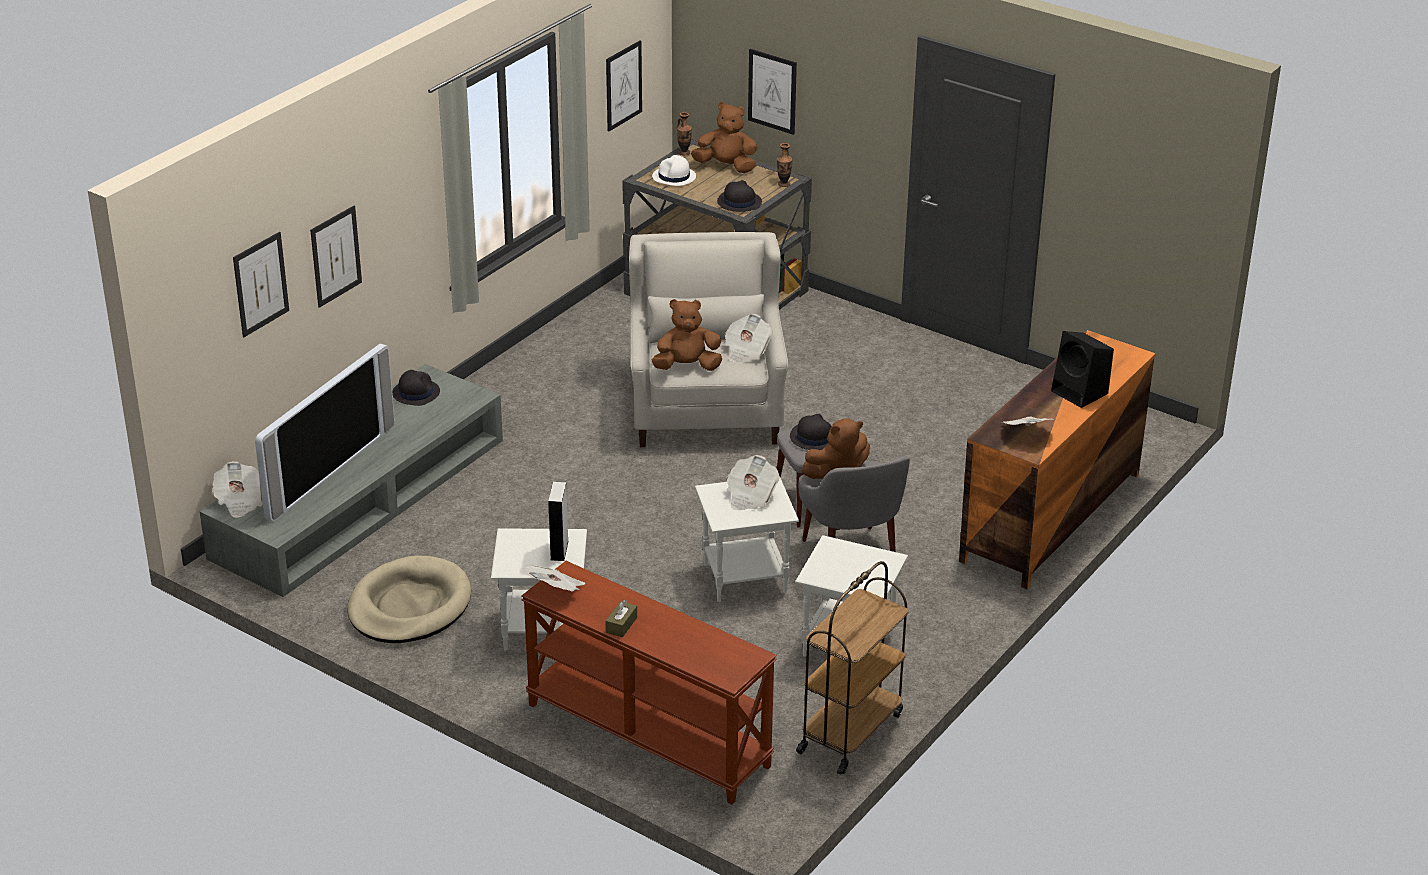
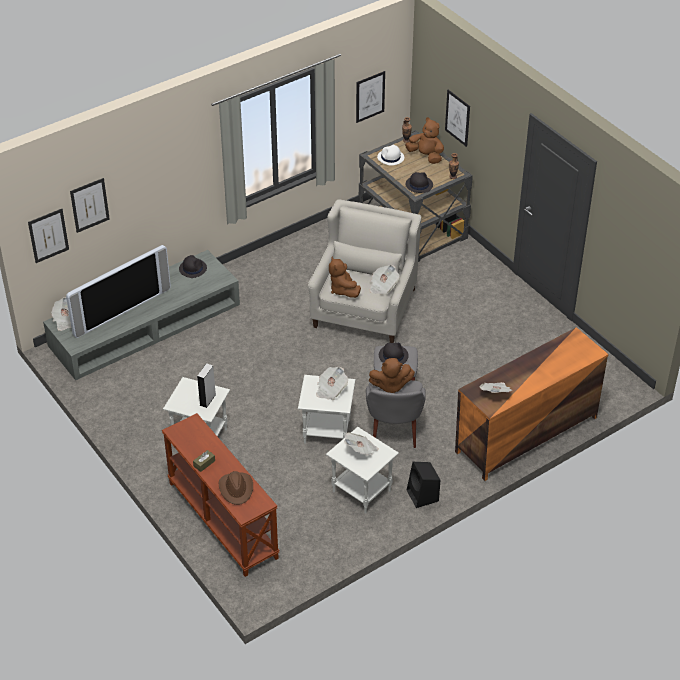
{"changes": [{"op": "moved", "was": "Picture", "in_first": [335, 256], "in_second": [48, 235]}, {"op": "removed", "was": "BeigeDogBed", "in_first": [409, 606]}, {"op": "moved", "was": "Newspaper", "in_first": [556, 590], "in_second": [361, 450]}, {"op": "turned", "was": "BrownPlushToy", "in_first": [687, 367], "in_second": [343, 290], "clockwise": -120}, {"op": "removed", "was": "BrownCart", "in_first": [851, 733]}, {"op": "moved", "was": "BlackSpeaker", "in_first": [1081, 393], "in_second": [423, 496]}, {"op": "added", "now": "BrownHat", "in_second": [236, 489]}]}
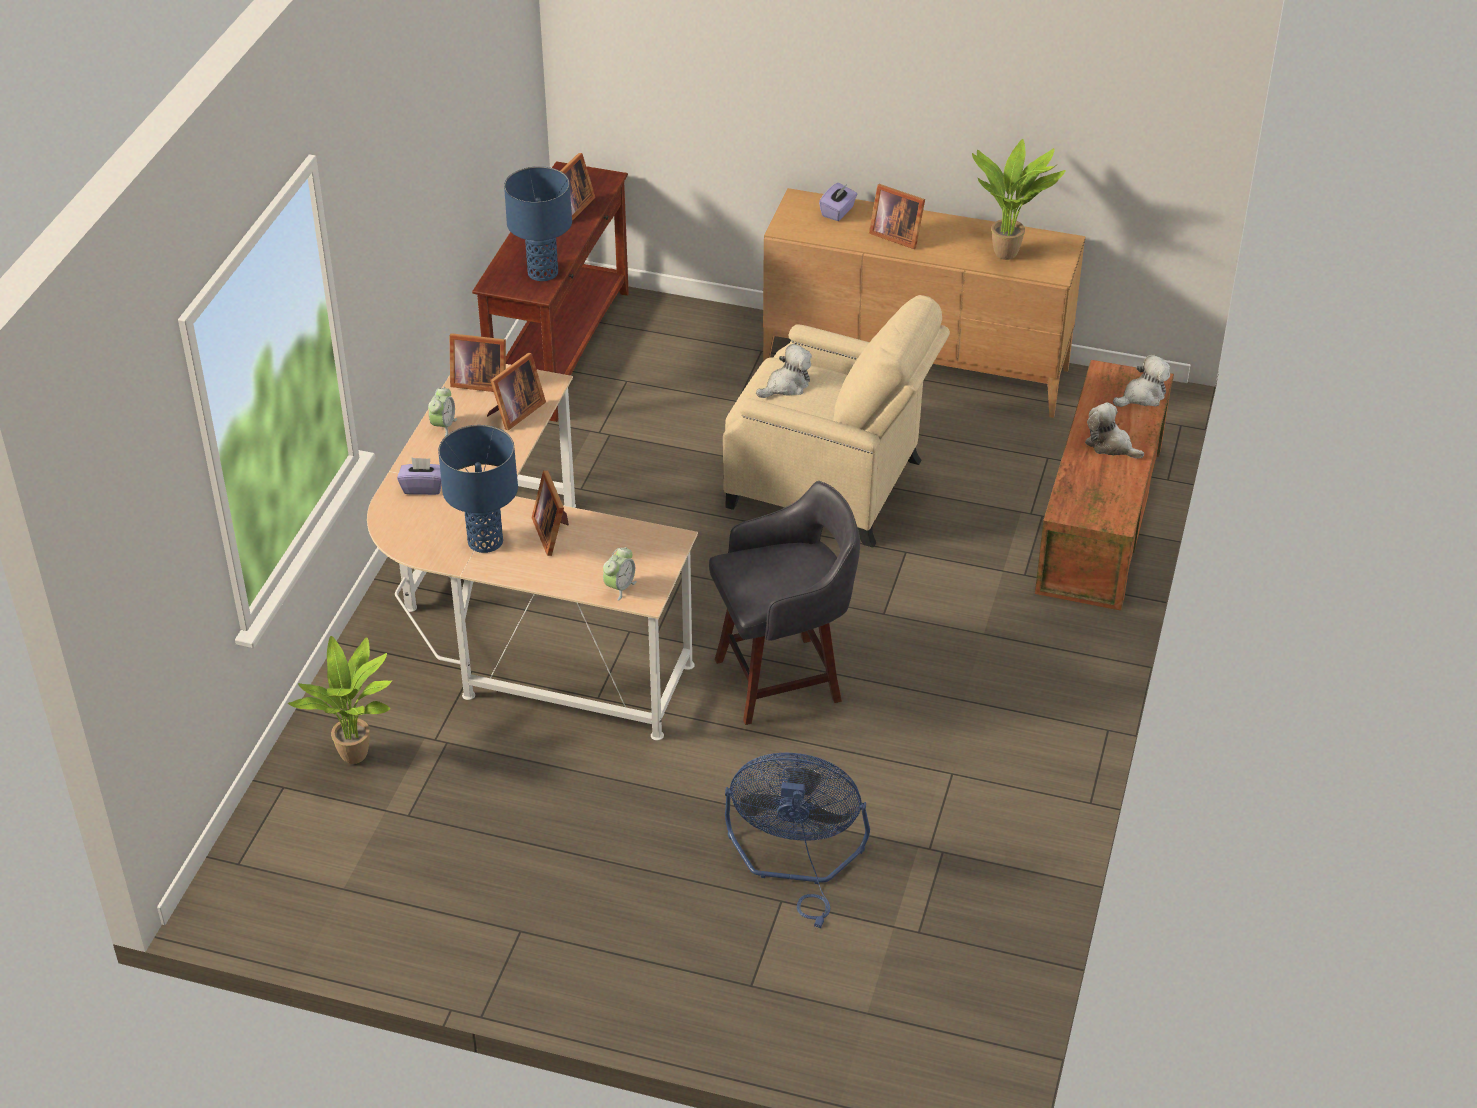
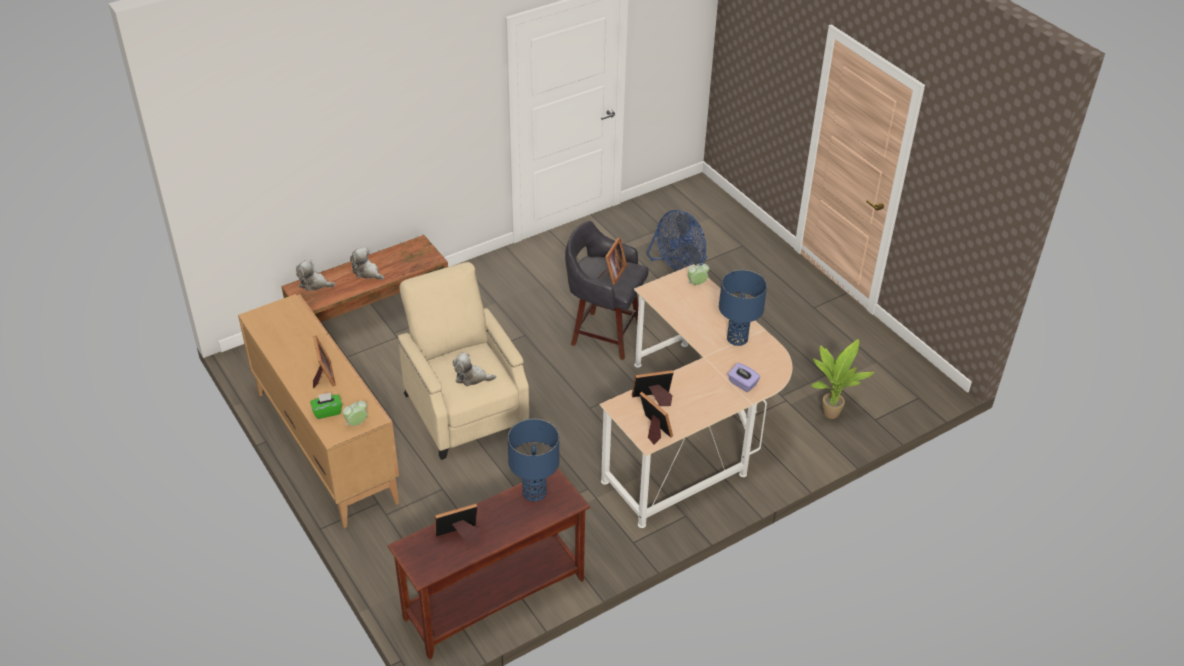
{"changes": [{"op": "moved", "was": "AlarmClock", "in_first": [443, 426], "in_second": [356, 423]}, {"op": "moved", "was": "PictureFrame", "in_first": [553, 532], "in_second": [612, 274]}, {"op": "recoloured", "was": "PurpleTissueBox", "now": "GreenTissueBox", "in_first": [838, 212], "in_second": [327, 411]}, {"op": "removed", "was": "PottedPlant", "in_first": [1009, 253]}, {"op": "turned", "was": "PlushToy", "in_first": [1110, 445], "in_second": [367, 272], "clockwise": 135}]}
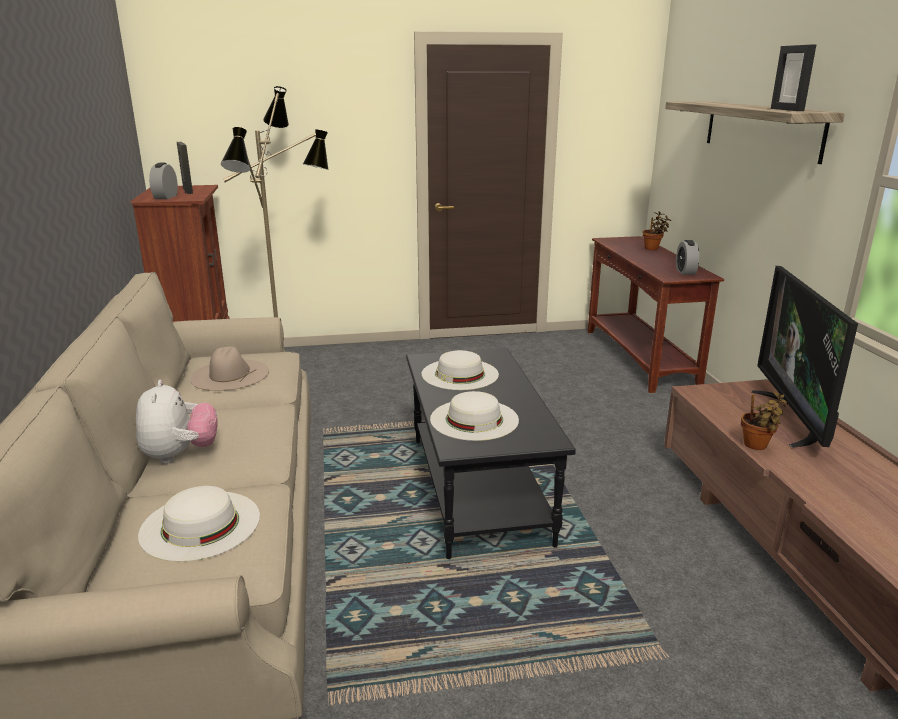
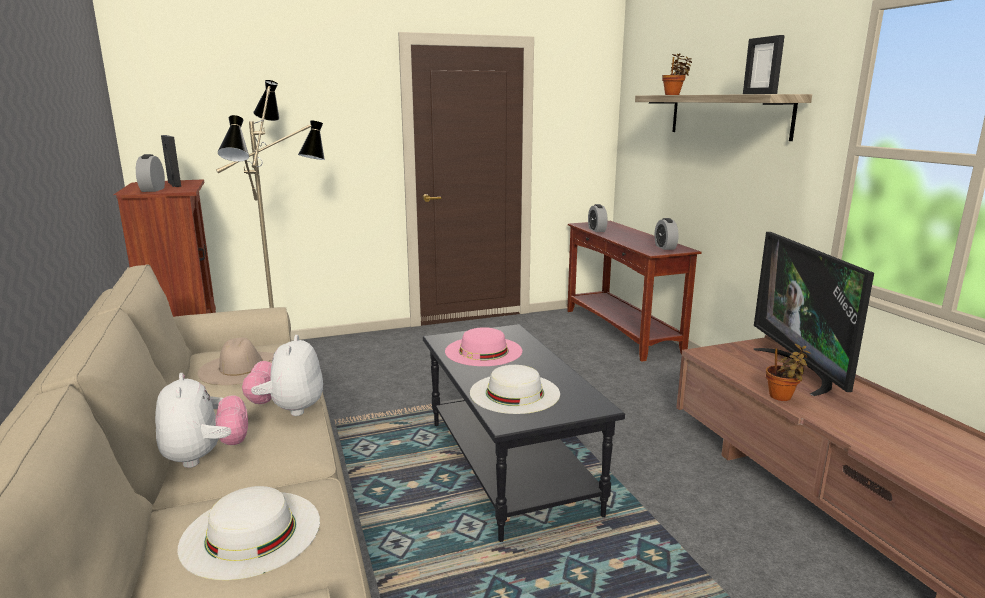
{"changes": [{"op": "recoloured", "was": "WhiteHat", "now": "PinkHat", "in_first": [460, 374], "in_second": [483, 351]}, {"op": "moved", "was": "PottedPlant", "in_first": [653, 248], "in_second": [673, 94]}, {"op": "added", "now": "PlushToy", "in_second": [288, 409]}, {"op": "added", "now": "AlarmClock", "in_second": [597, 230]}]}
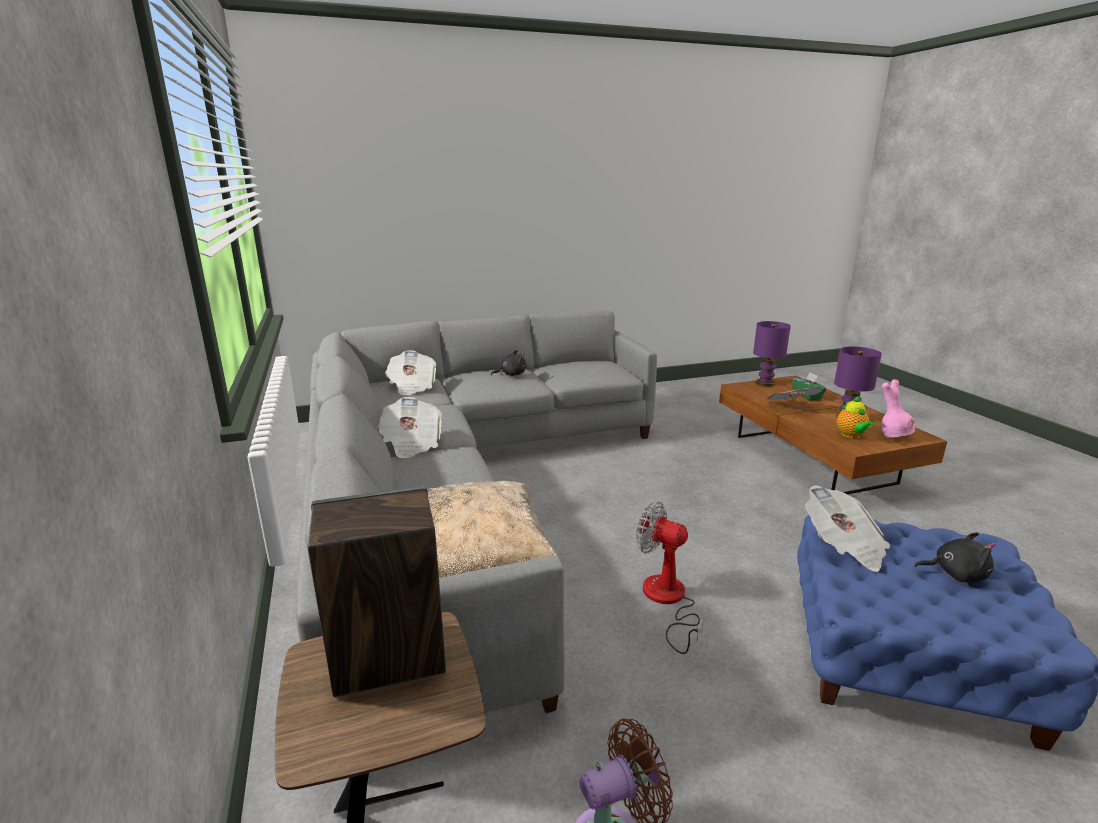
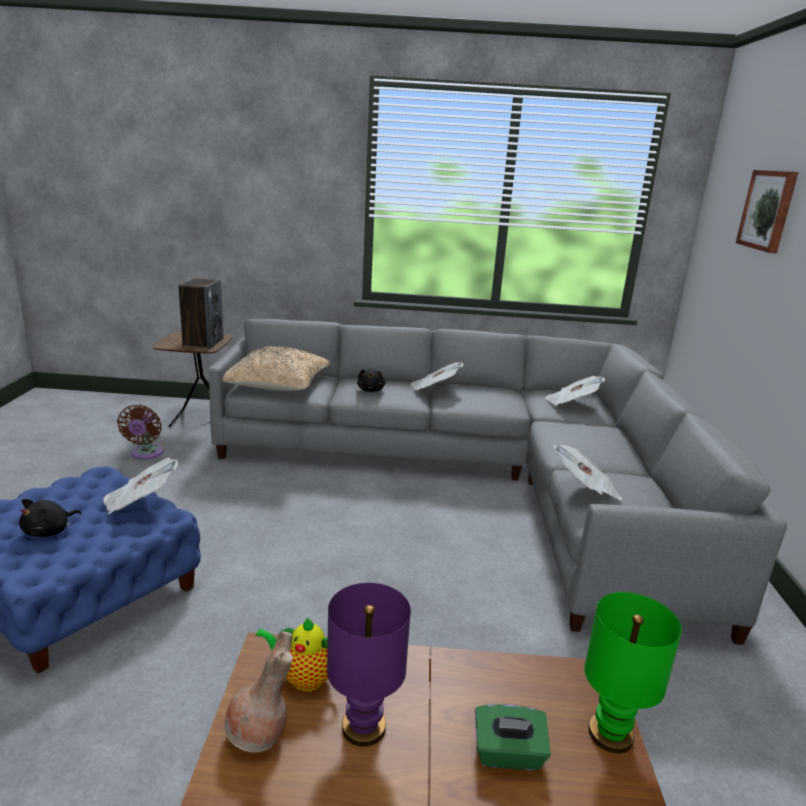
{"changes": [{"op": "moved", "was": "BlackPlushToy", "in_first": [511, 374], "in_second": [371, 390]}, {"op": "removed", "was": "Fan", "in_first": [667, 601]}, {"op": "recoloured", "was": "PurpleTableLamp", "now": "GreenTableLamp", "in_first": [765, 383], "in_second": [611, 734]}, {"op": "moved", "was": "Newspaper", "in_first": [791, 407], "in_second": [585, 489]}, {"op": "recoloured", "was": "PinkVase", "now": "BrownVase", "in_first": [894, 436], "in_second": [259, 735]}, {"op": "added", "now": "Picture", "in_second": [768, 210]}]}
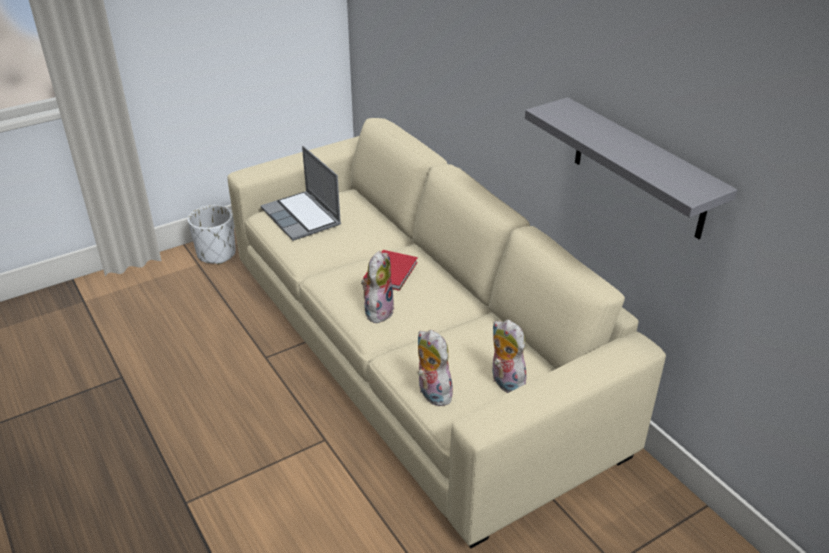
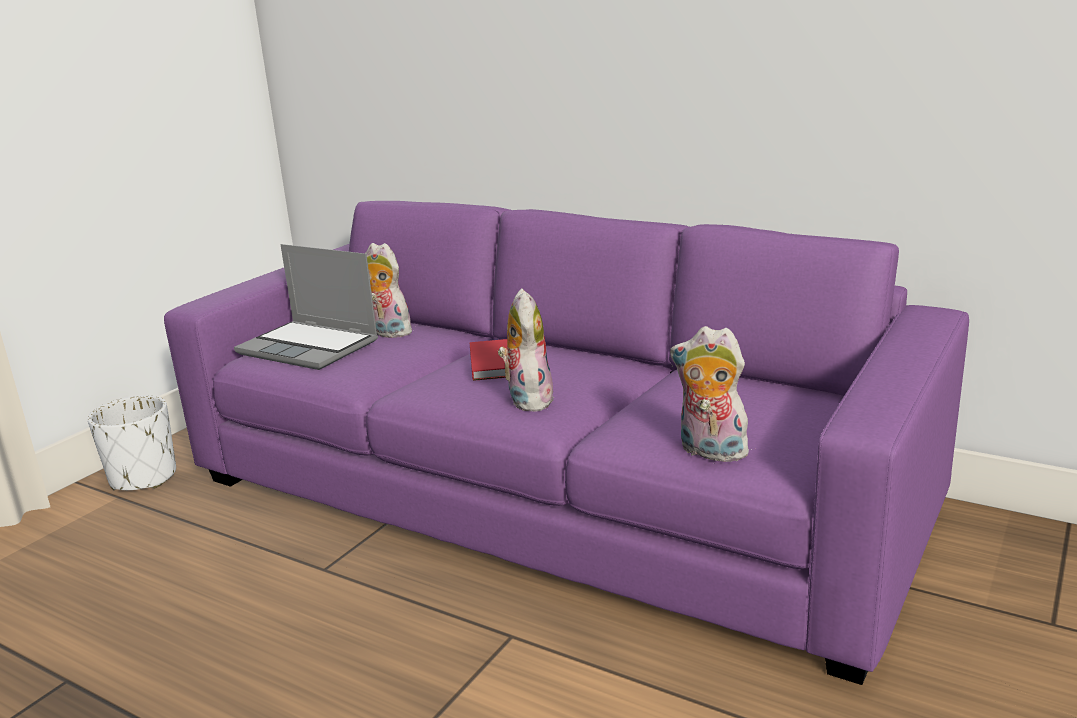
{"changes": [{"op": "recoloured", "was": "BeigeSofa", "now": "PurpleSofa", "in_first": [414, 351], "in_second": [547, 493]}, {"op": "moved", "was": "PlushToy", "in_first": [505, 382], "in_second": [386, 333]}, {"op": "removed", "was": "GreyShelf", "in_first": [639, 168]}]}
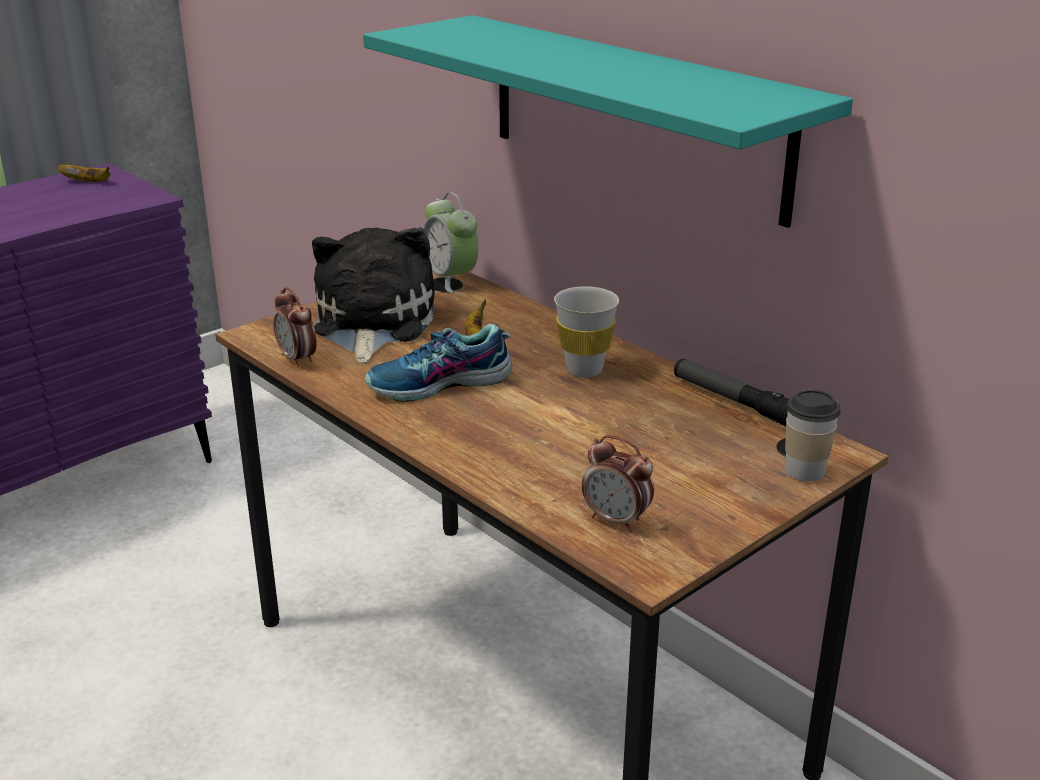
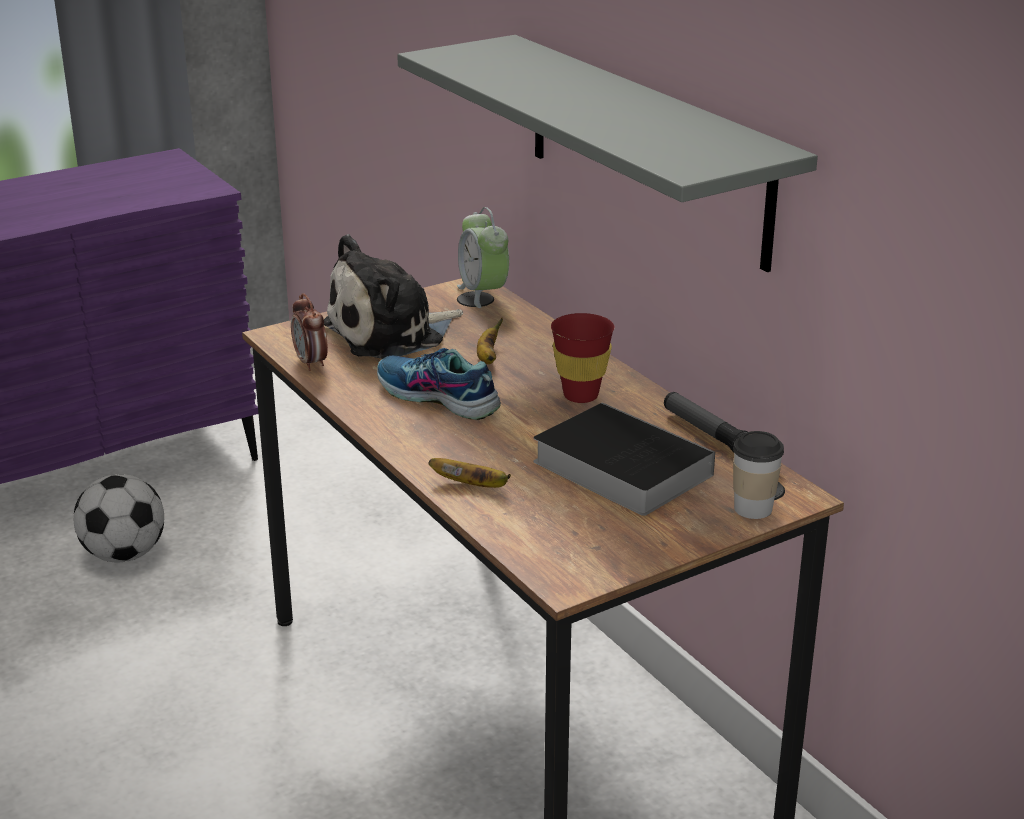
{"changes": [{"op": "moved", "was": "Banana", "in_first": [88, 182], "in_second": [473, 486]}, {"op": "turned", "was": "PlushToy", "in_first": [371, 324], "in_second": [391, 333], "clockwise": -135}, {"op": "recoloured", "was": "TurquoiseShelf", "now": "GreyShelf", "in_first": [634, 115], "in_second": [646, 148]}, {"op": "turned", "was": "Shoe", "in_first": [440, 385], "in_second": [437, 398], "clockwise": 45}, {"op": "recoloured", "was": "WhiteCup", "now": "RedCup", "in_first": [584, 370], "in_second": [580, 395]}, {"op": "removed", "was": "AlarmClock", "in_first": [616, 520]}, {"op": "added", "now": "Football", "in_second": [124, 555]}, {"op": "added", "now": "Book", "in_second": [616, 467]}]}
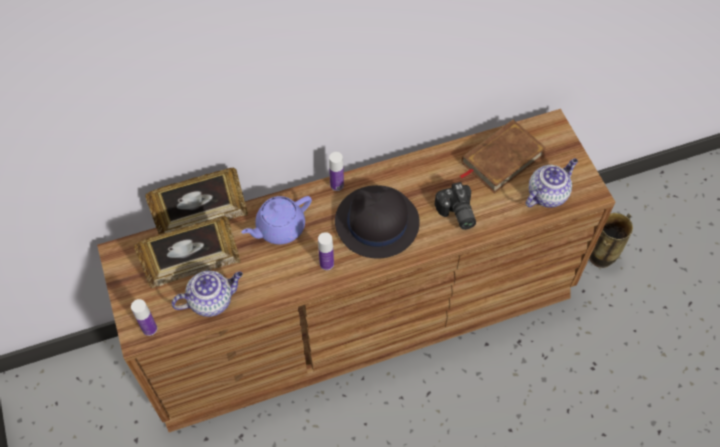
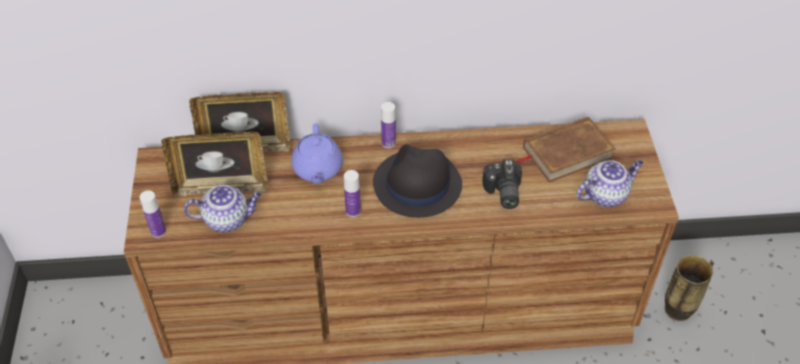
{"changes": [{"op": "turned", "was": "PurpleTeapot", "in_first": [279, 228], "in_second": [317, 169], "clockwise": -75}]}
